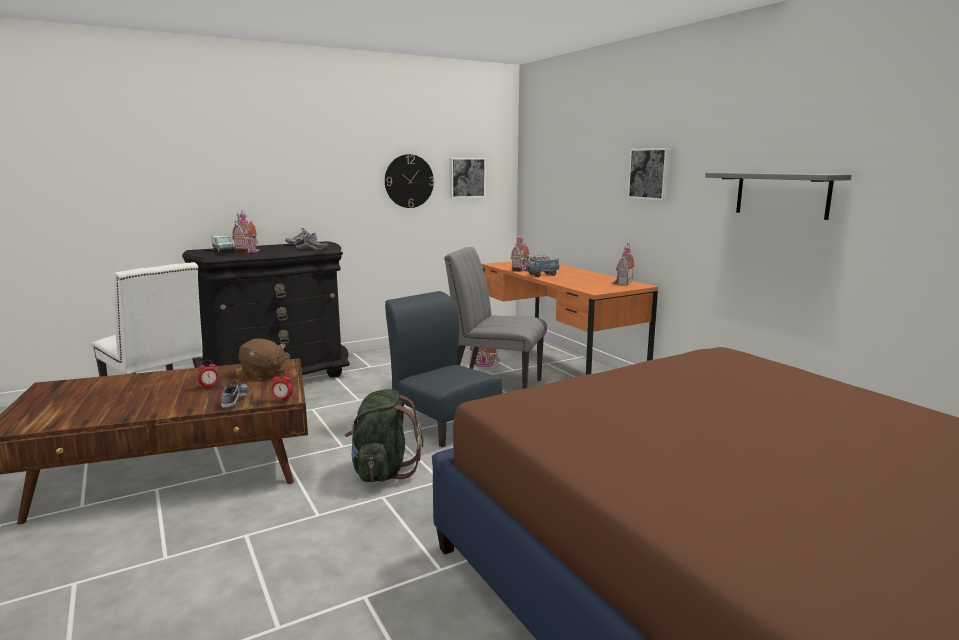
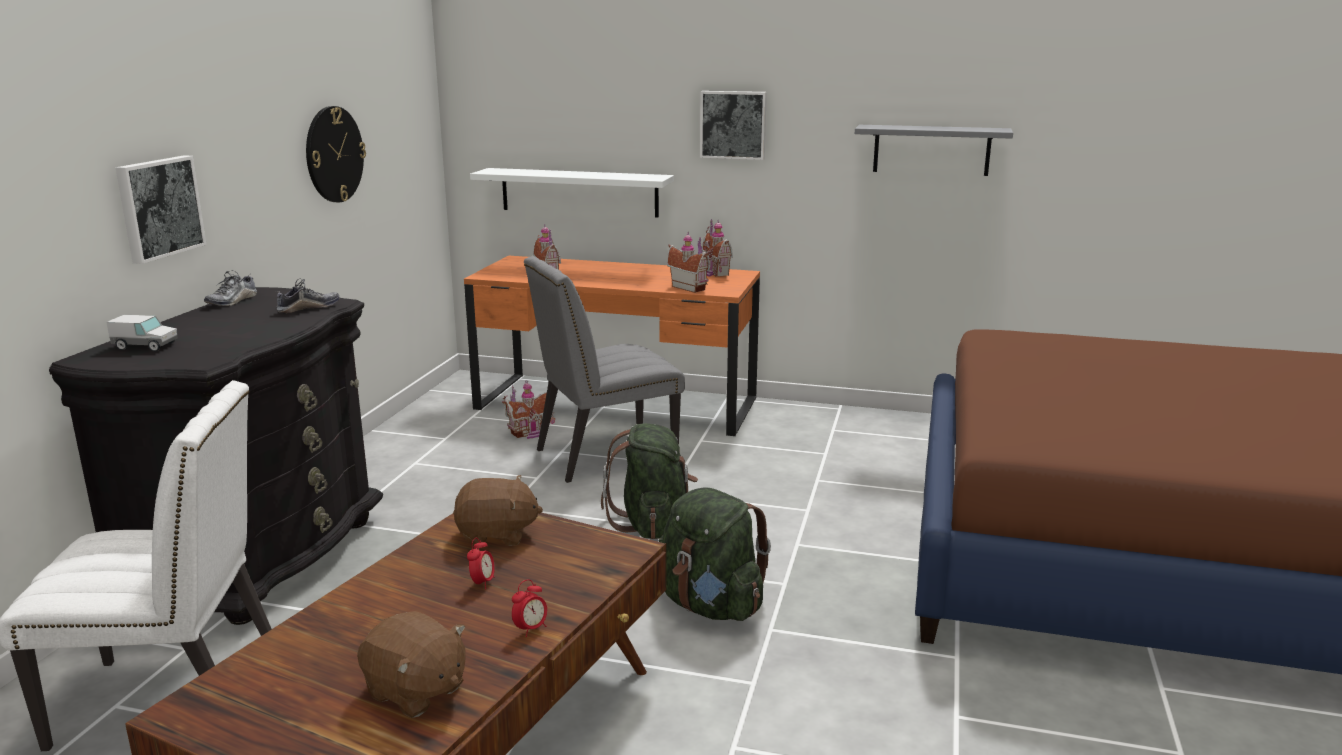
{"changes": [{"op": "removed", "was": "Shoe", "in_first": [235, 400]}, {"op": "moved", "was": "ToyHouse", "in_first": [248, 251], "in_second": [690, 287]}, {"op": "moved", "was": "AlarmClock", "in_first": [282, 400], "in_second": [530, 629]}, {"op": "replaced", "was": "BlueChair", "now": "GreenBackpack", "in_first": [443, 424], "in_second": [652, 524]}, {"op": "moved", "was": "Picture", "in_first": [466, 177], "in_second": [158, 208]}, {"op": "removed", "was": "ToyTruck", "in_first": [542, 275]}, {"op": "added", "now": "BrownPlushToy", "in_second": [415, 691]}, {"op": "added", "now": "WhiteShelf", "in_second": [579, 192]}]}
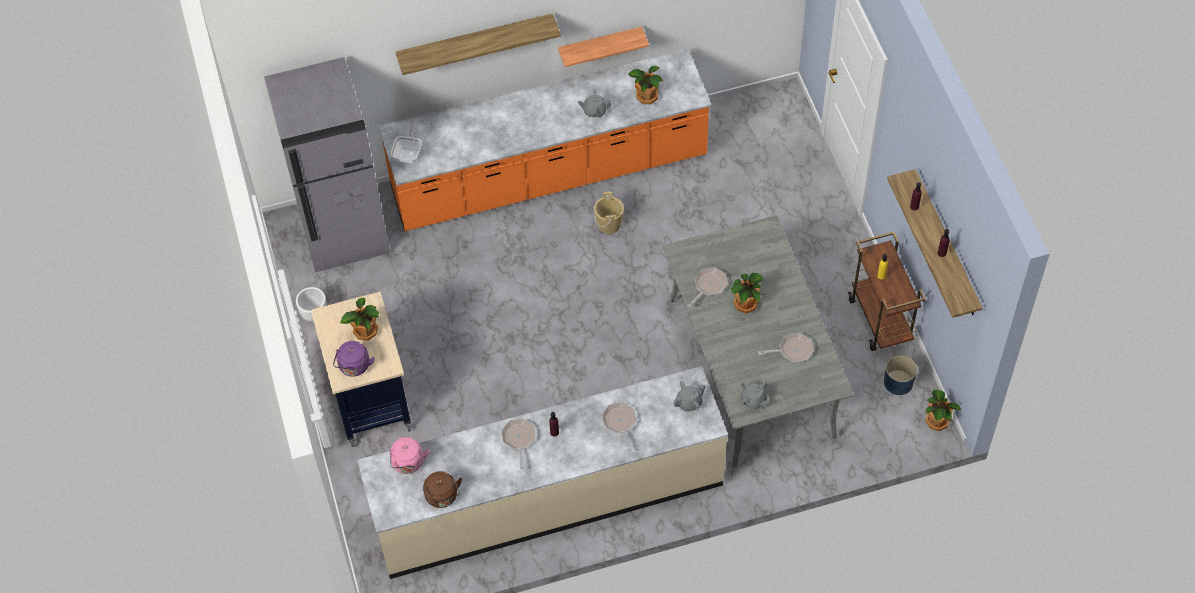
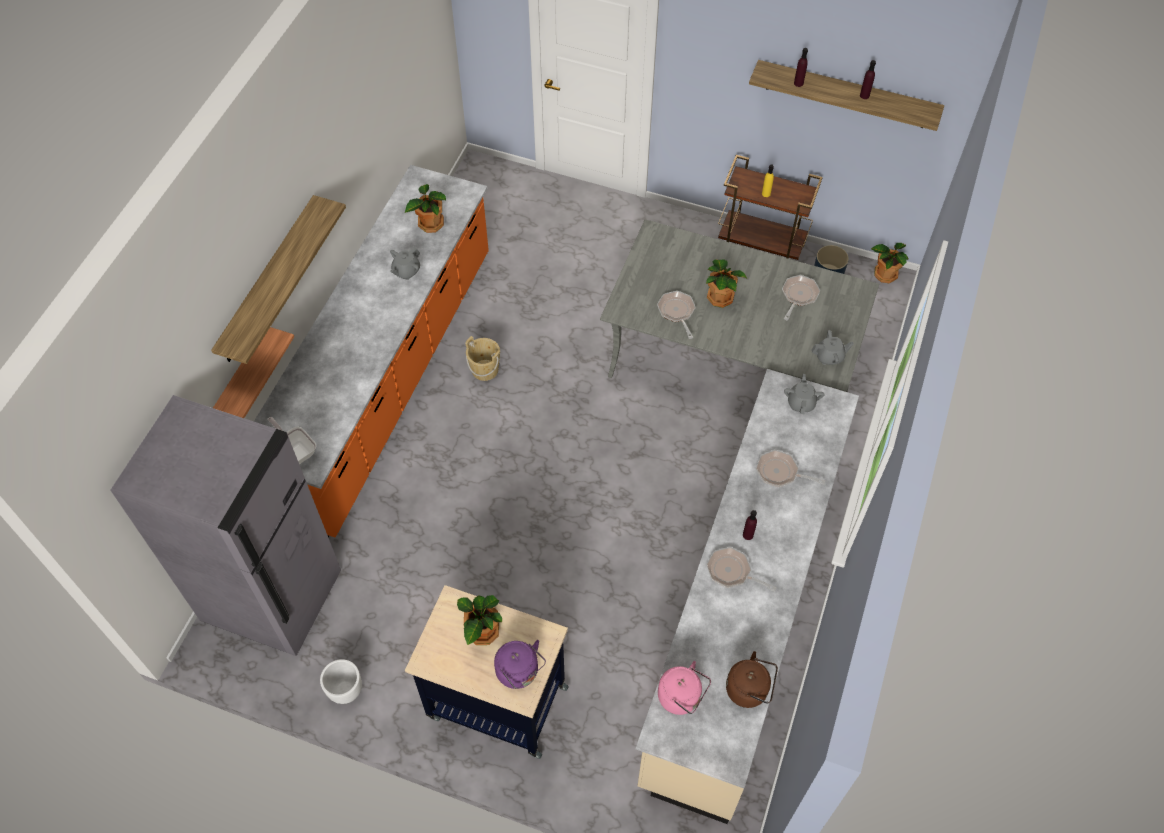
{"changes": [{"op": "moved", "was": "Shelf", "in_first": [600, 45], "in_second": [241, 380]}]}
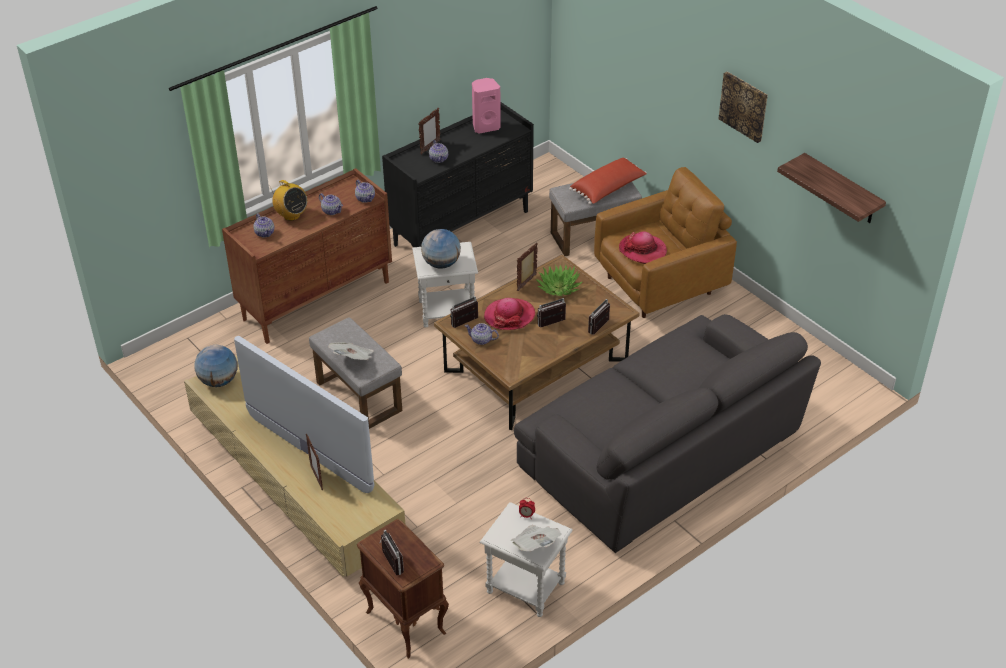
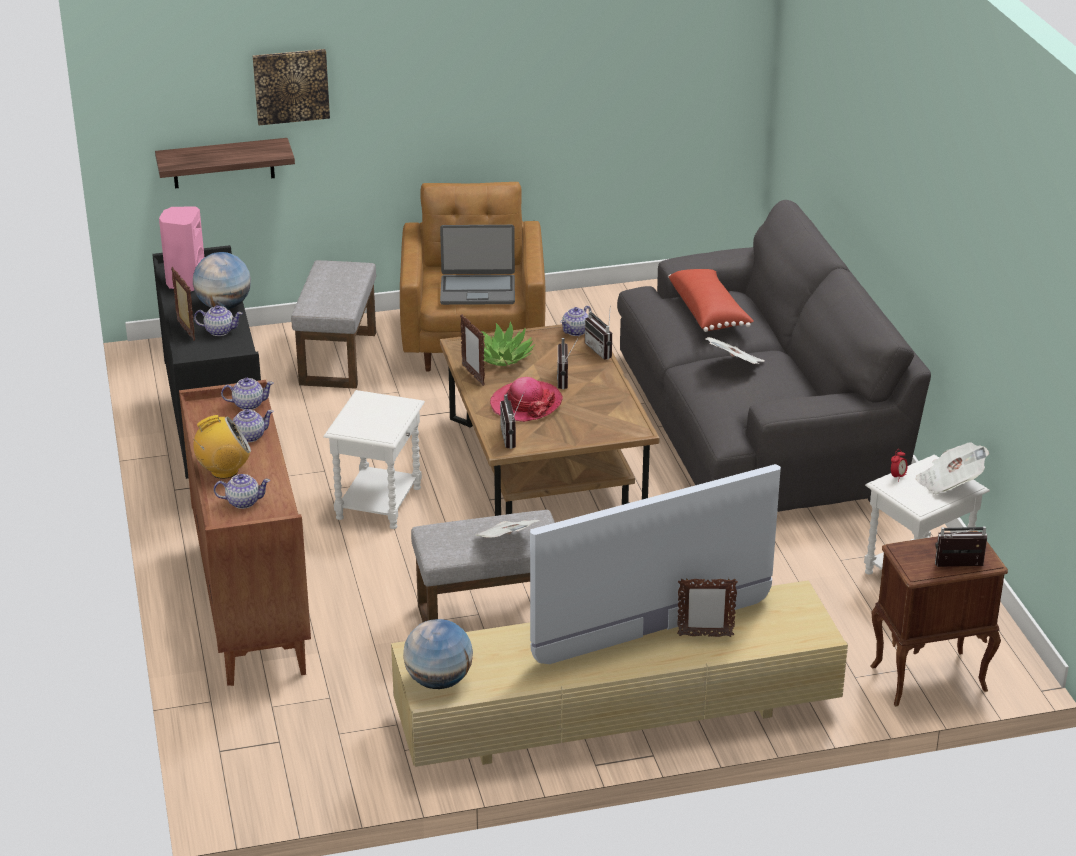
{"changes": [{"op": "moved", "was": "Globe", "in_first": [441, 264], "in_second": [224, 306]}, {"op": "moved", "was": "Teapot", "in_first": [481, 340], "in_second": [576, 331]}, {"op": "moved", "was": "RedPillow", "in_first": [608, 189], "in_second": [709, 312]}, {"op": "replaced", "was": "Hat", "now": "Laptop", "in_first": [642, 250], "in_second": [477, 290]}, {"op": "moved", "was": "Picture", "in_first": [744, 106], "in_second": [291, 86]}, {"op": "moved", "was": "Shelf", "in_first": [842, 190], "in_second": [223, 163]}, {"op": "added", "now": "Newspaper", "in_second": [735, 365]}]}
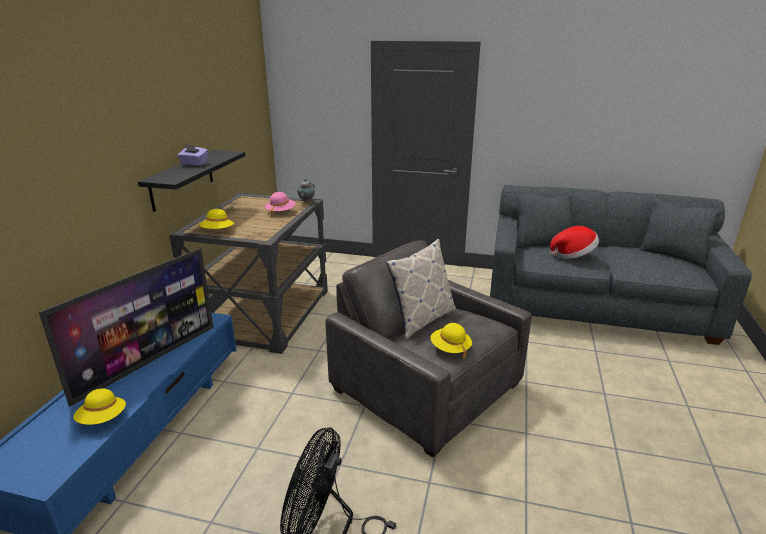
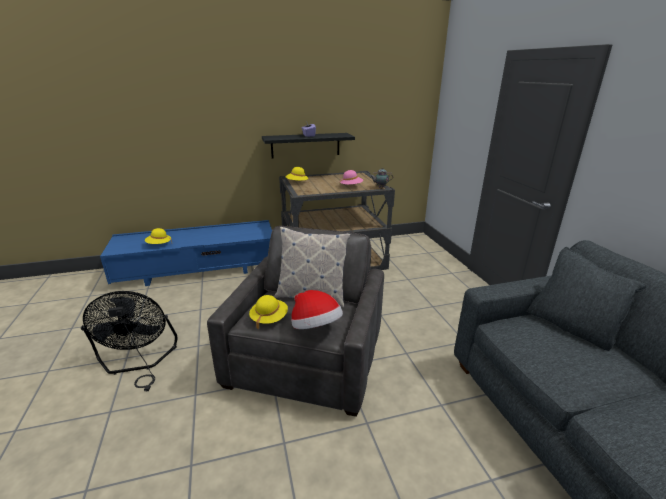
{"changes": [{"op": "removed", "was": "Television", "in_first": [148, 361]}, {"op": "moved", "was": "Hat", "in_first": [573, 255], "in_second": [315, 328]}]}
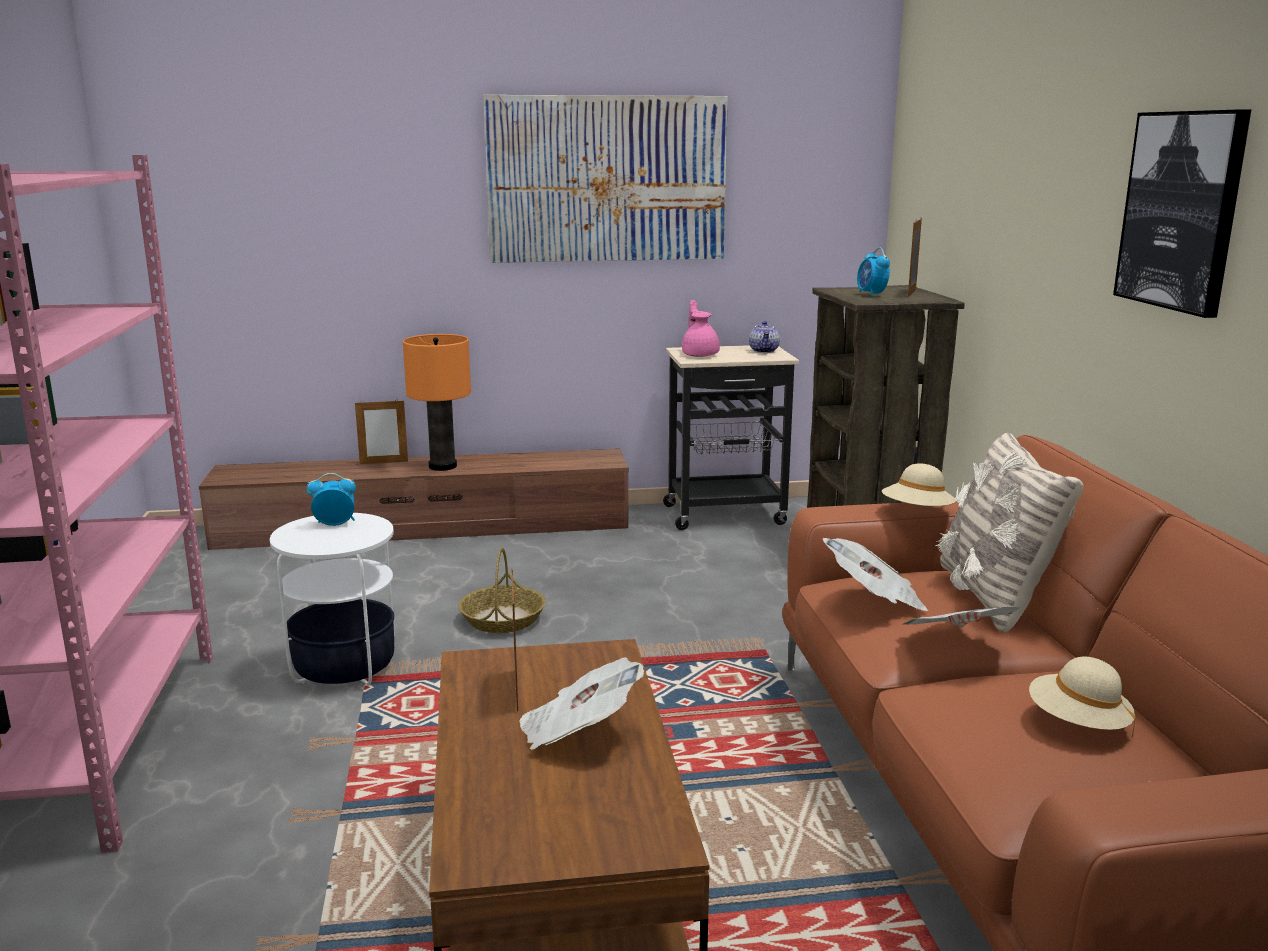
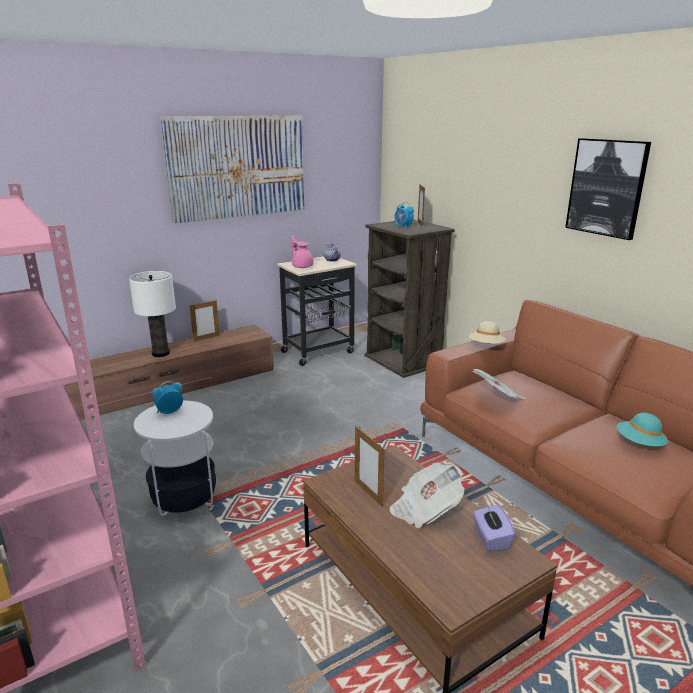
{"changes": [{"op": "moved", "was": "PictureFrame", "in_first": [384, 462], "in_second": [206, 338]}, {"op": "recoloured", "was": "OrangeTableLamp", "now": "WhiteTableLamp", "in_first": [443, 466], "in_second": [160, 353]}, {"op": "removed", "was": "Basket", "in_first": [503, 619]}, {"op": "removed", "was": "Newspaper", "in_first": [955, 644]}, {"op": "removed", "was": "BeigePillow", "in_first": [992, 598]}, {"op": "recoloured", "was": "BeigeHat", "now": "TurquoiseHat", "in_first": [1077, 723], "in_second": [639, 444]}, {"op": "added", "now": "PurpleTissueBox", "in_second": [491, 539]}]}
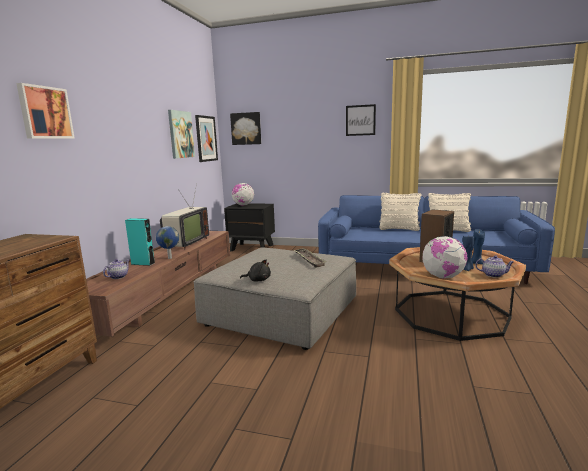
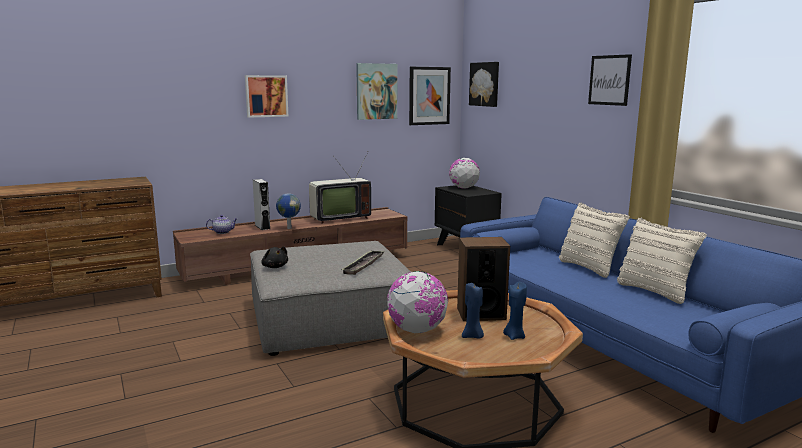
{"changes": [{"op": "moved", "was": "Picture", "in_first": [45, 113], "in_second": [266, 96]}, {"op": "recoloured", "was": "TurquoiseSpeaker", "now": "GreySpeaker", "in_first": [143, 263], "in_second": [262, 227]}, {"op": "removed", "was": "Teapot", "in_first": [493, 275]}]}
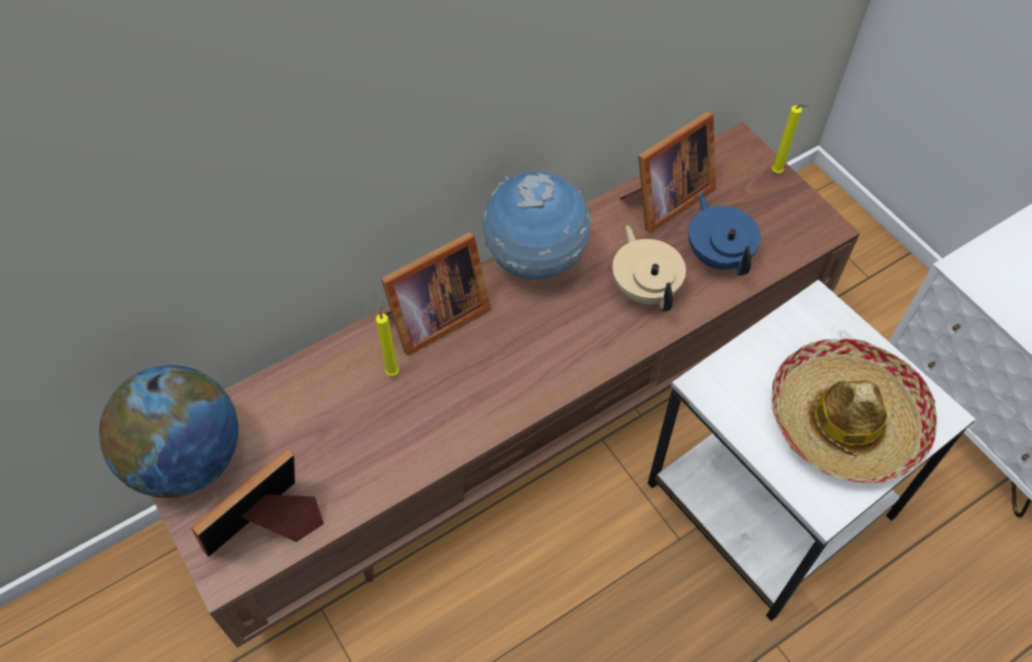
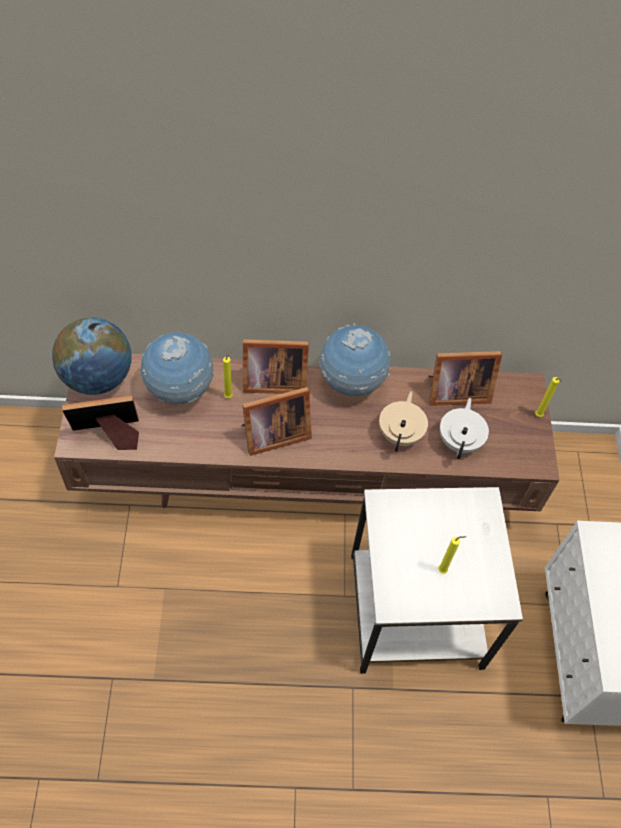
{"changes": [{"op": "recoloured", "was": "BlueTeapot", "now": "WhiteTeapot", "in_first": [718, 255], "in_second": [460, 441]}, {"op": "replaced", "was": "Hat", "now": "YellowCandle", "in_first": [845, 420], "in_second": [444, 570]}, {"op": "added", "now": "Globe", "in_second": [180, 391]}, {"op": "added", "now": "PictureFrame", "in_second": [272, 435]}]}
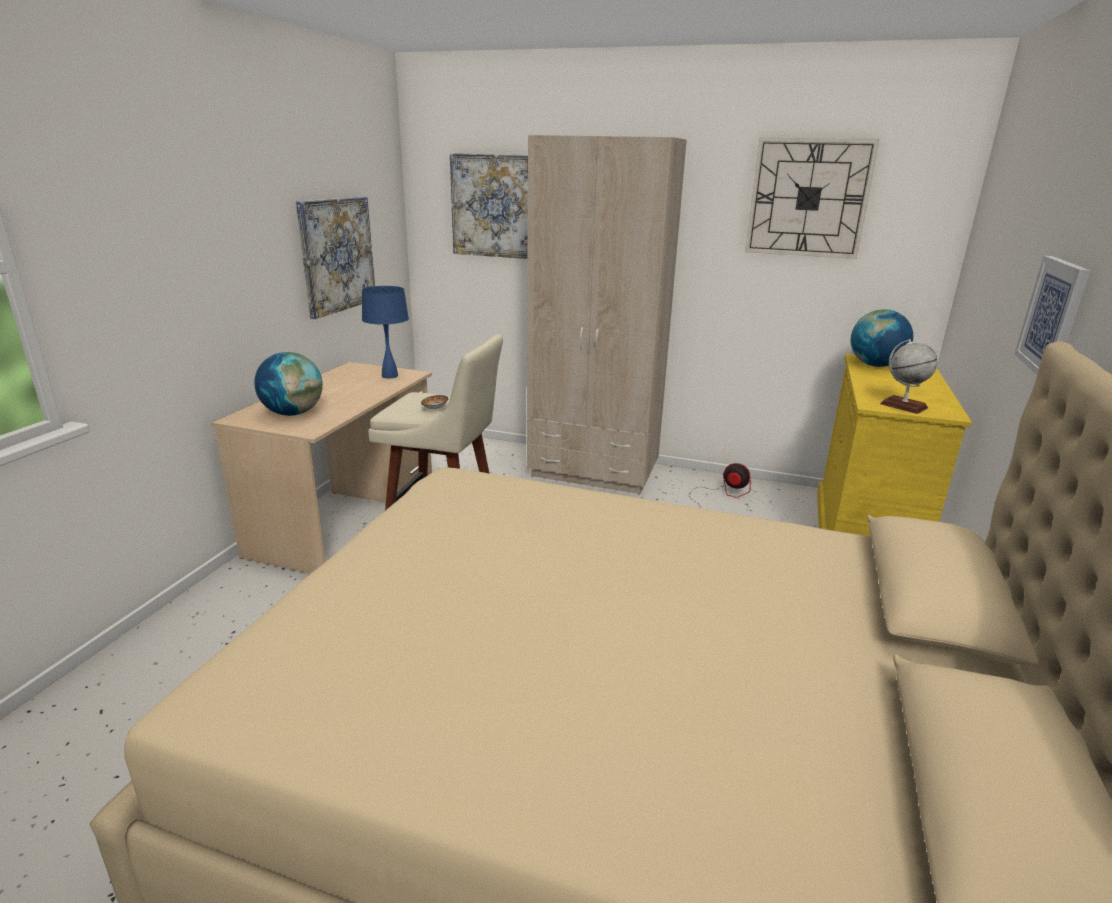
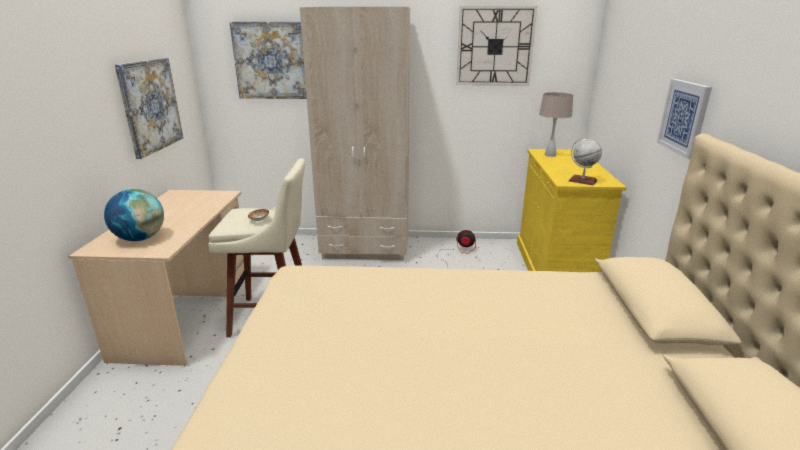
{"changes": [{"op": "removed", "was": "BlueTableLamp", "in_first": [390, 376]}, {"op": "replaced", "was": "Globe", "now": "BeigeTableLamp", "in_first": [875, 365], "in_second": [550, 155]}]}
